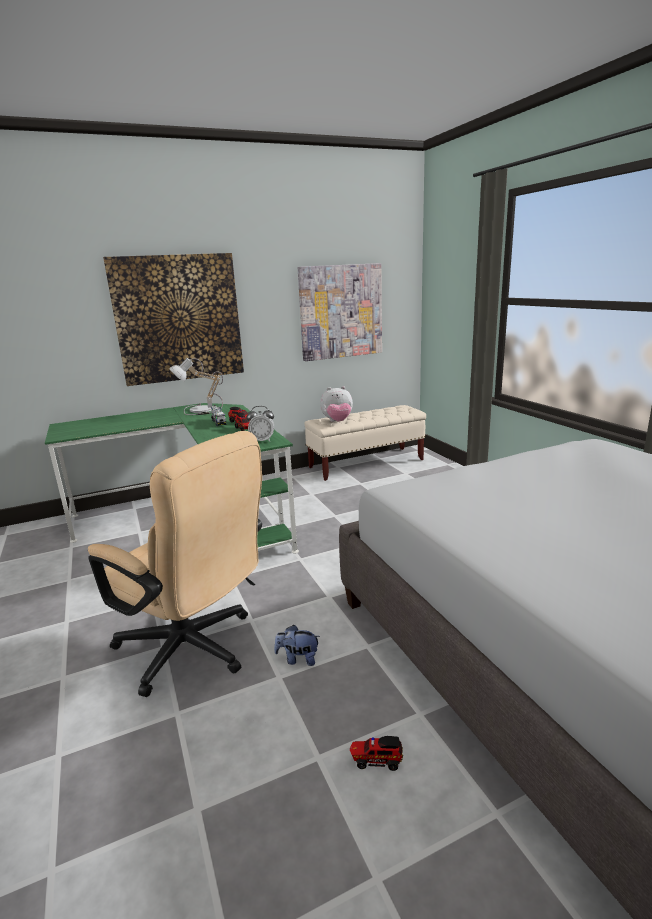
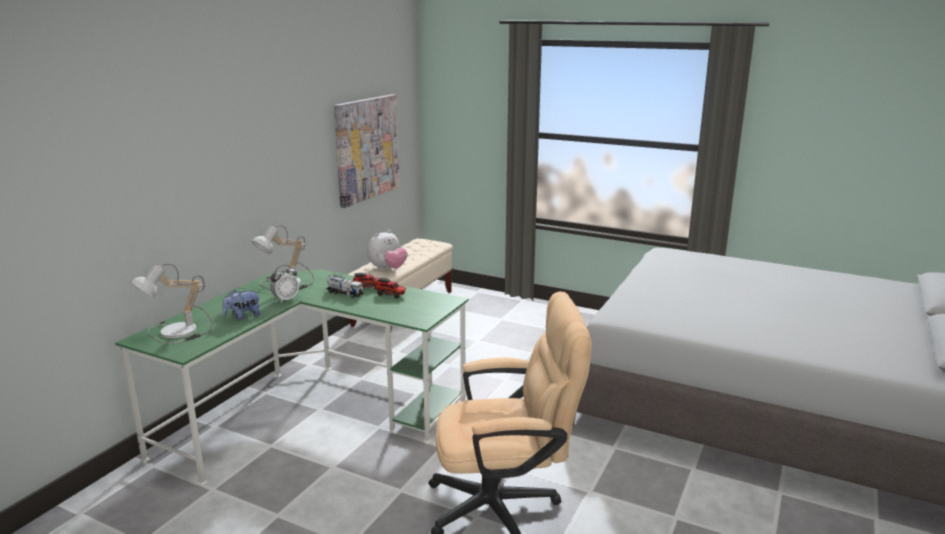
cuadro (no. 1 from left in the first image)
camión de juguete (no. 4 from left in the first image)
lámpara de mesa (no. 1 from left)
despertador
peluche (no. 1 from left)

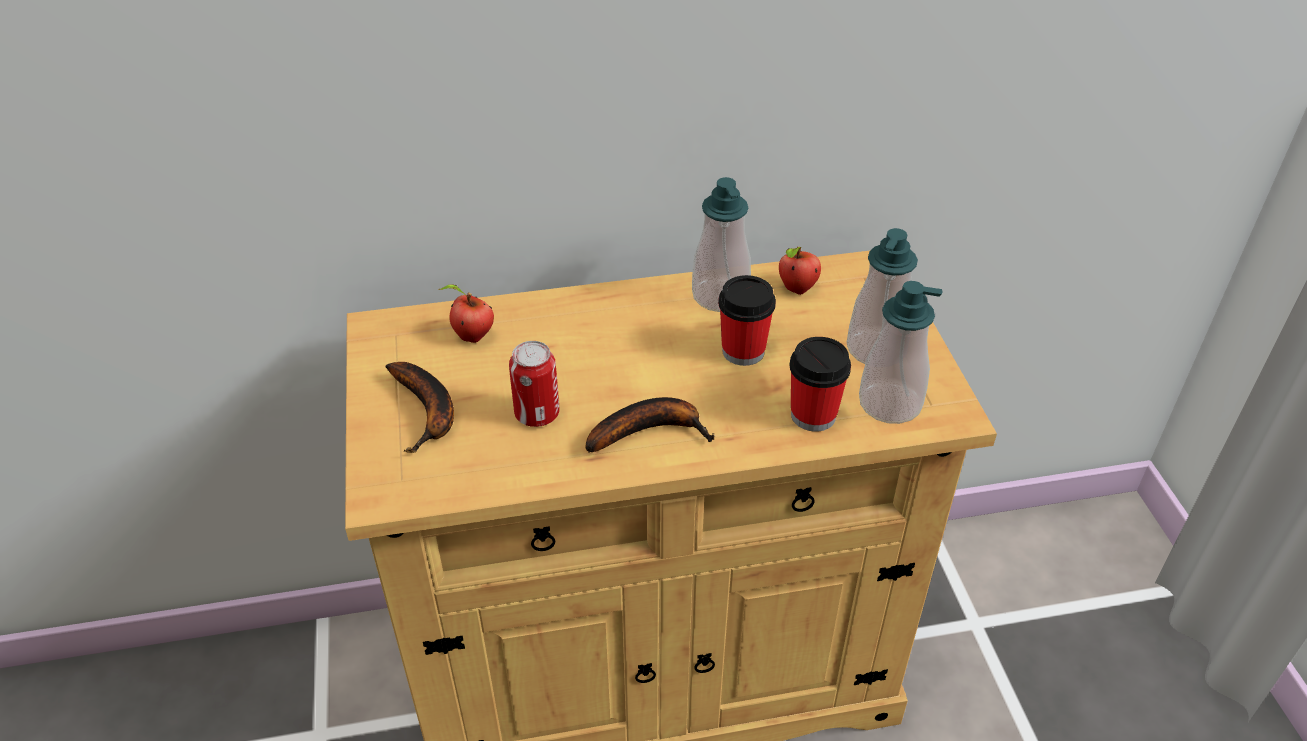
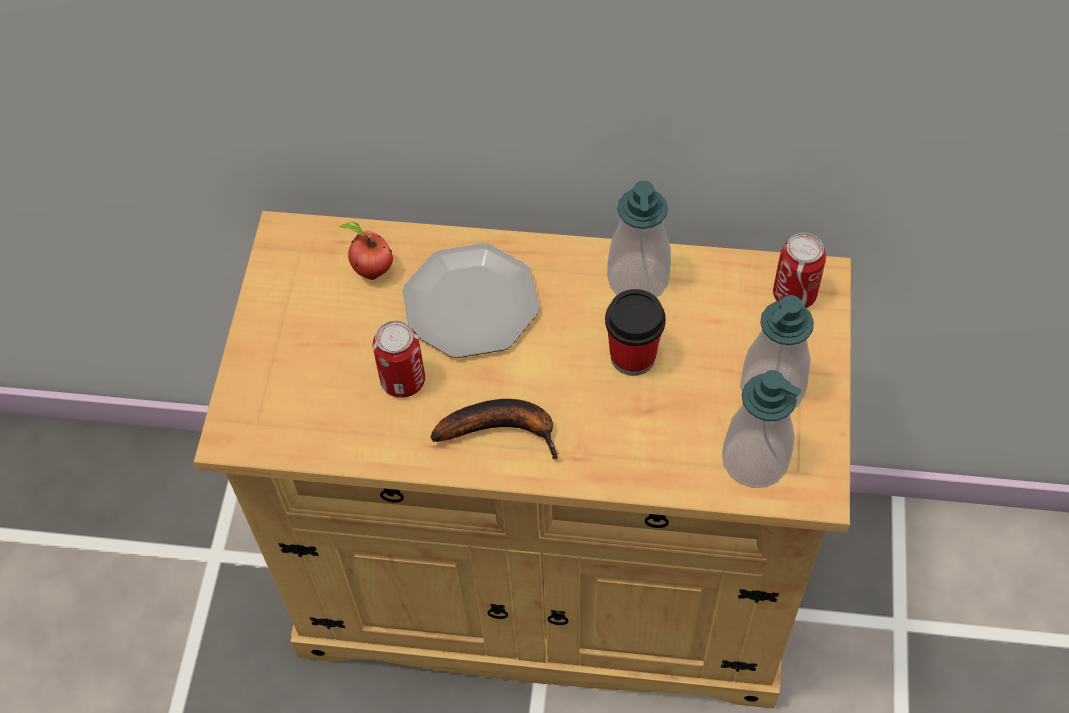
plátano (no. 1 from left in the first image)
manzana (no. 2 from left in the first image)
taza (no. 2 from left in the first image)
plato
lata (no. 2 from left)

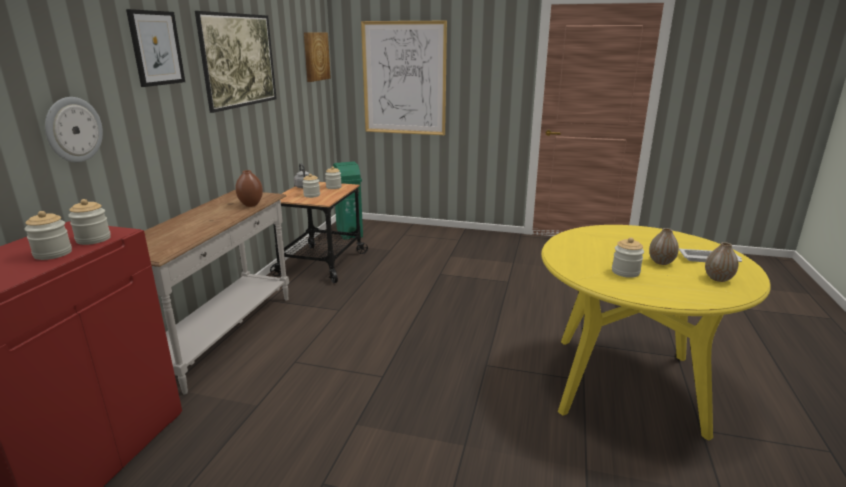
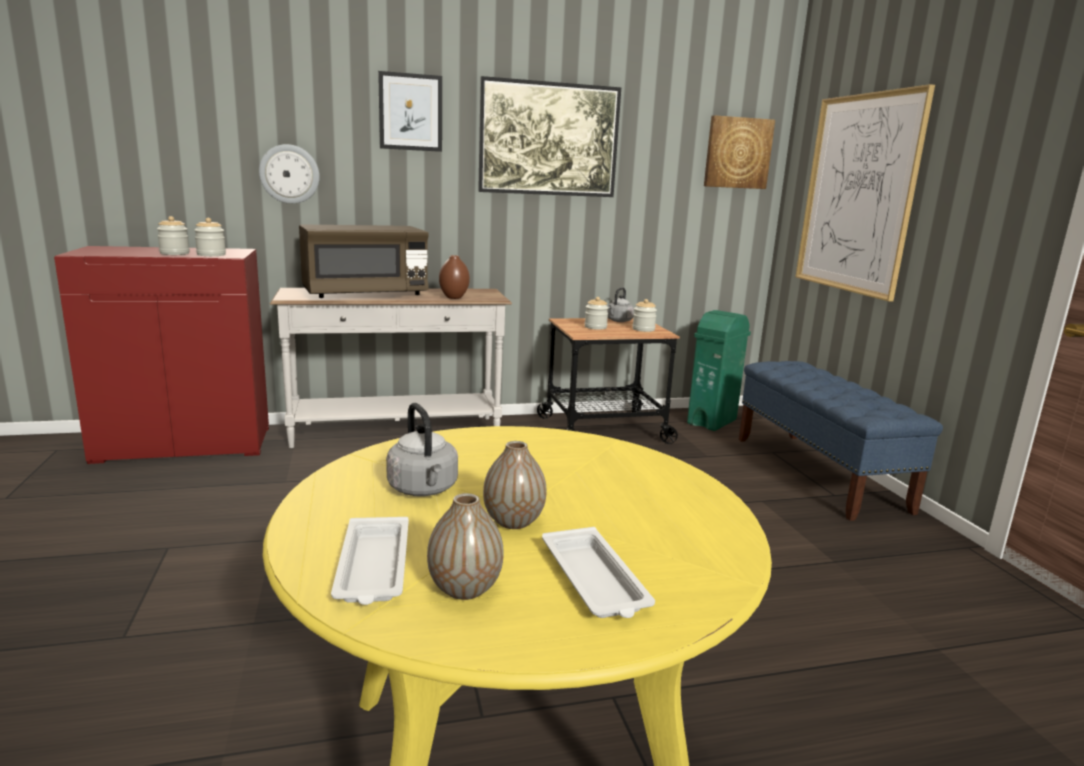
microondas (marrón)
bandeja (blanco) (no. 1 from left)
banco (azul)
hervidor (gris) (no. 1 from left)

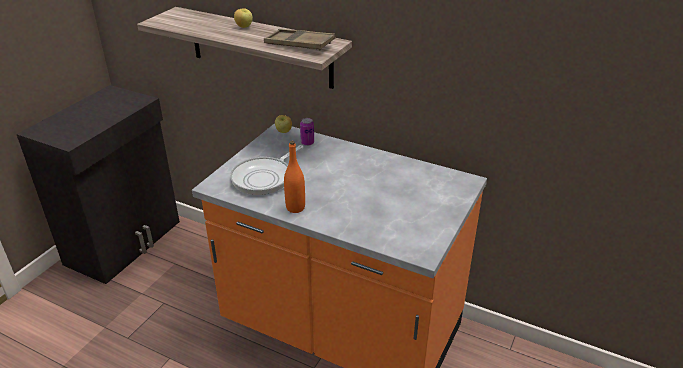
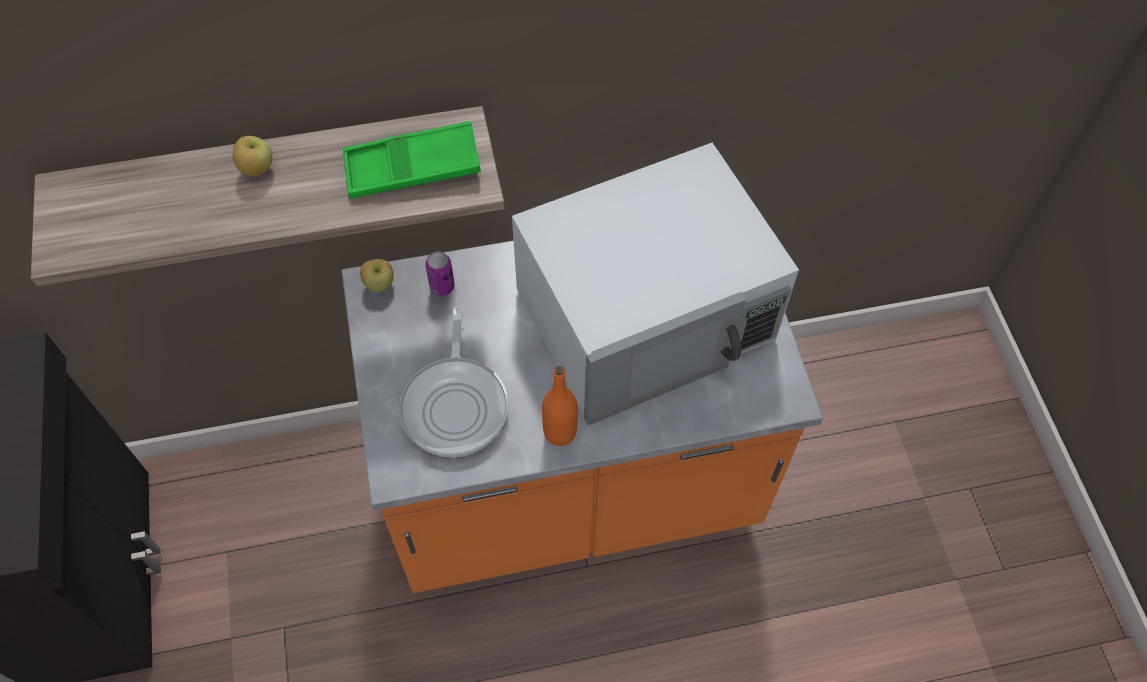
microondas (blanco)
bandeja (verde)

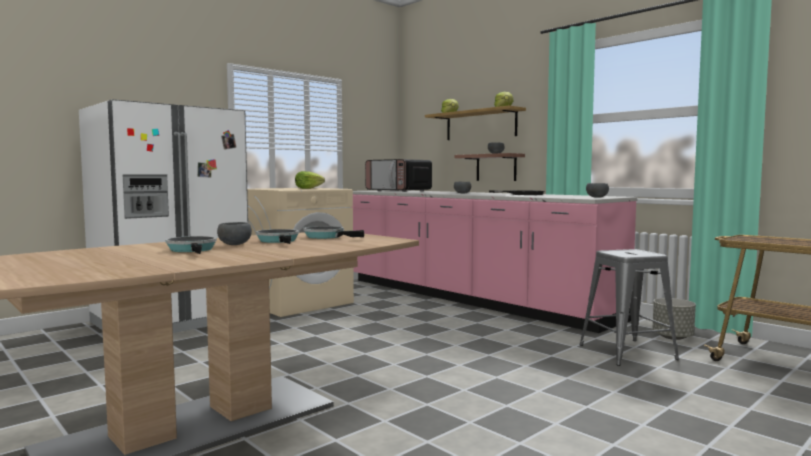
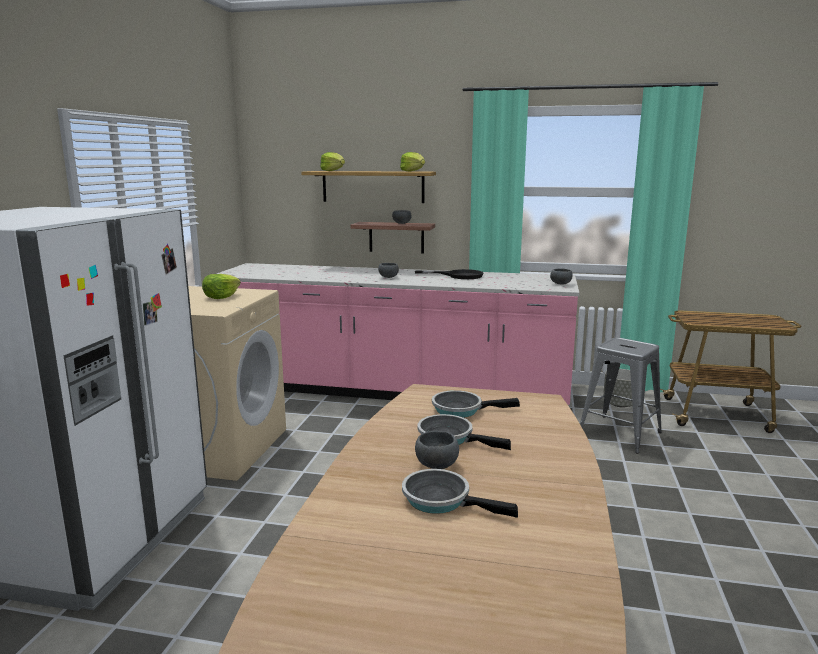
microondas

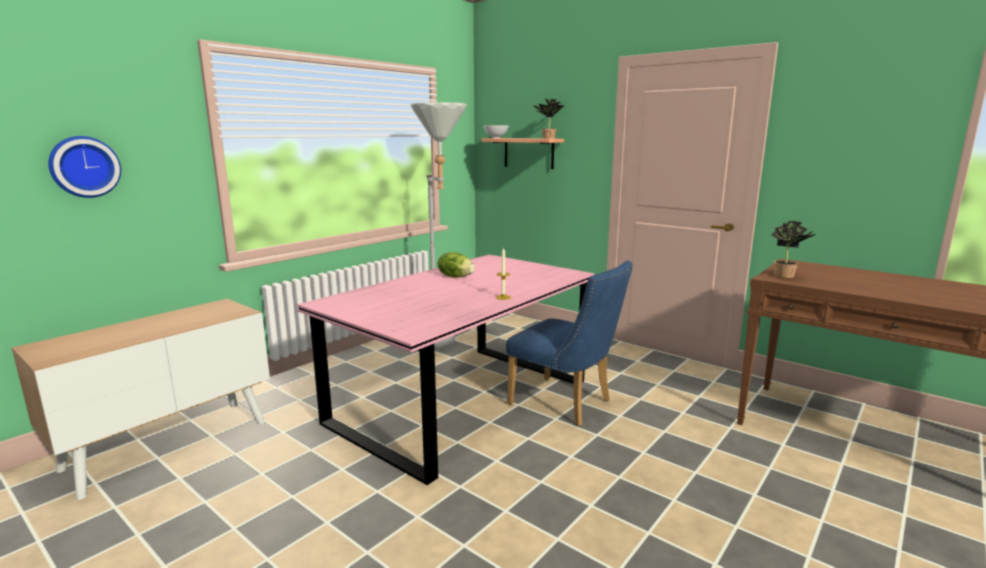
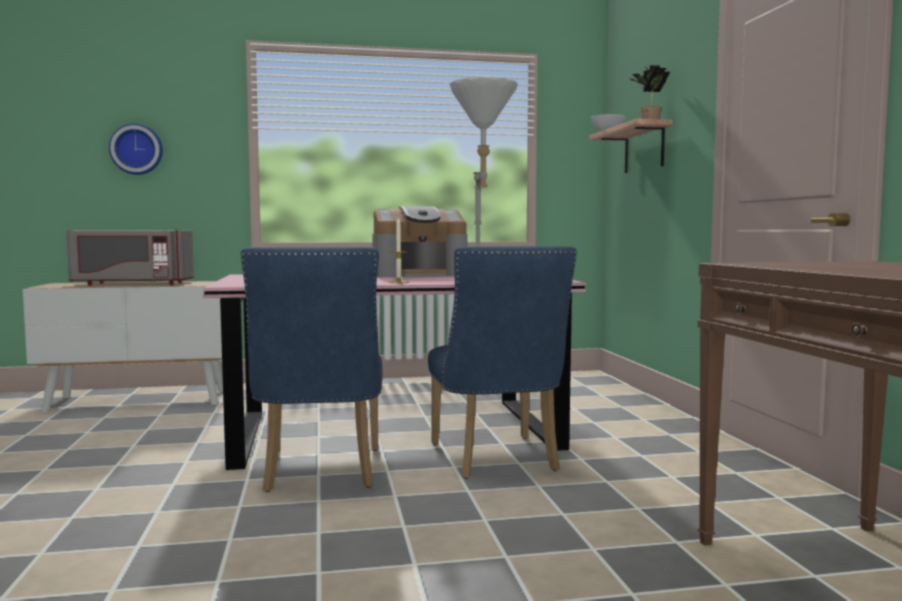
planta en maceta (no. 2 from left in the first image)
microondas (gris)
silla (azul) (no. 1 from left)
cafetera

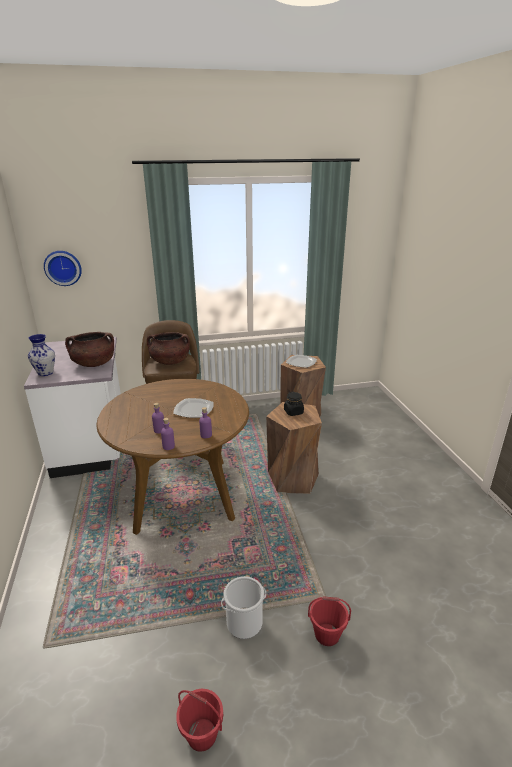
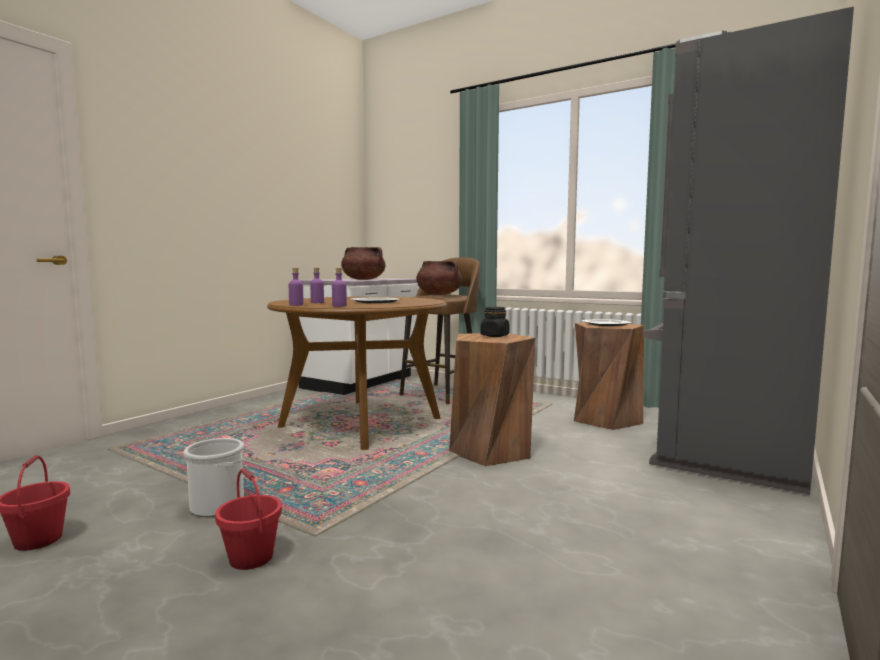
florero
reloj de pared
nevera (gris)

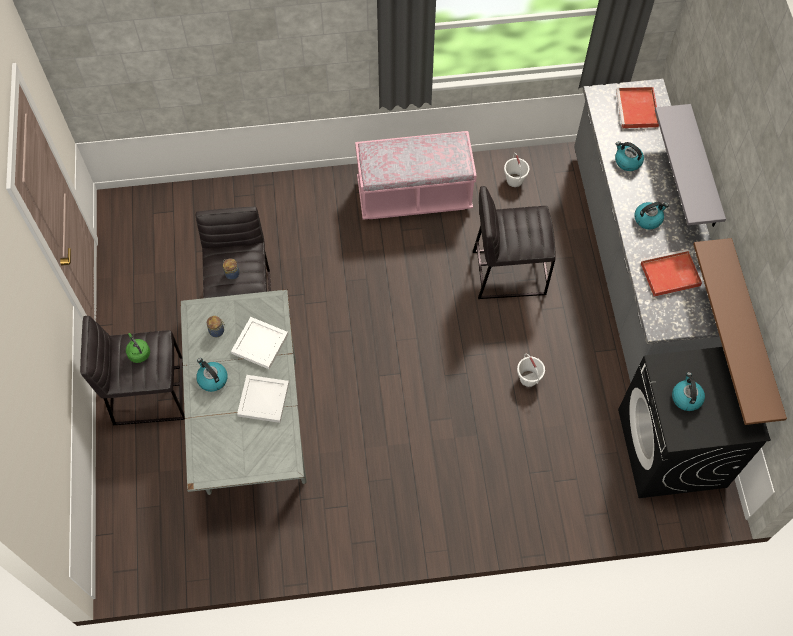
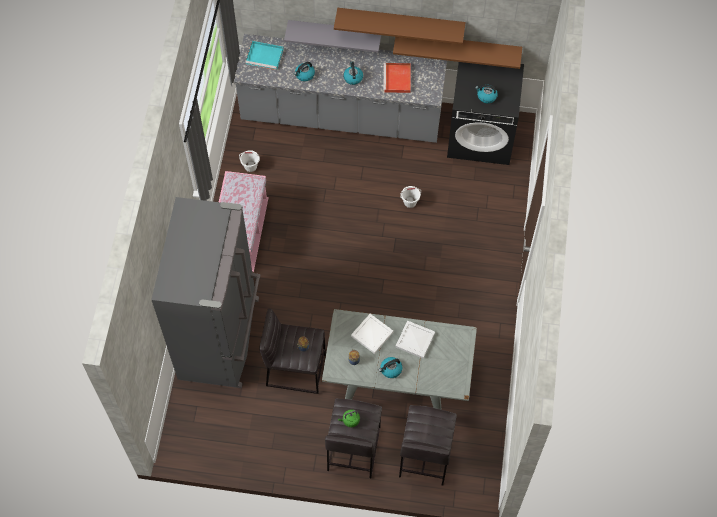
nevera (gris)
estante (marrón) (no. 1 from left)
taburete (gris) (no. 3 from left)
bandeja (turquesa)

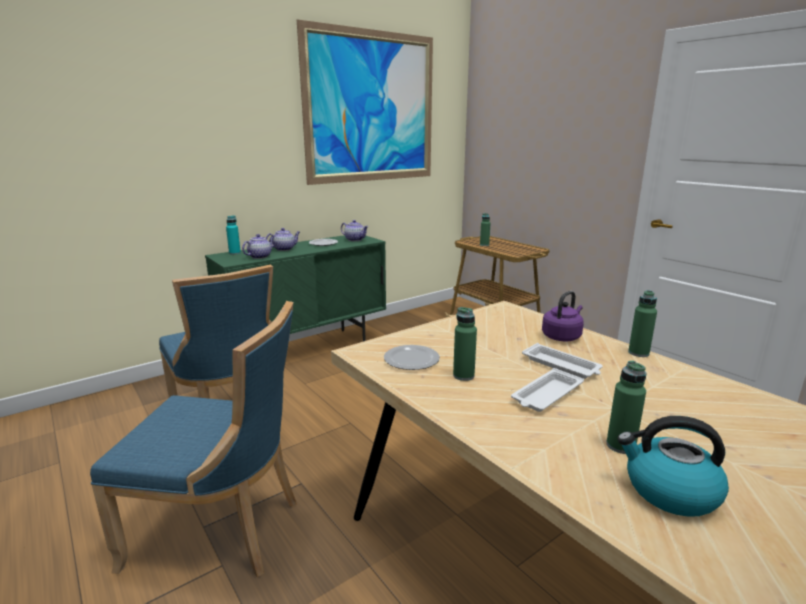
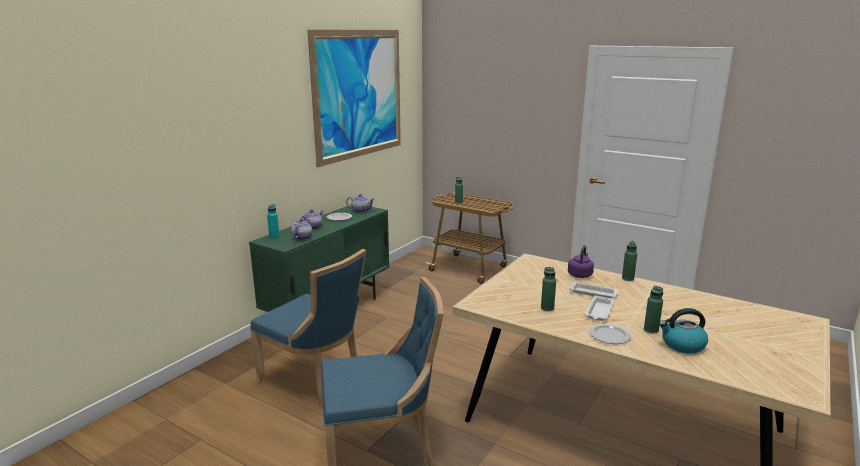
plato (no. 2 from left)

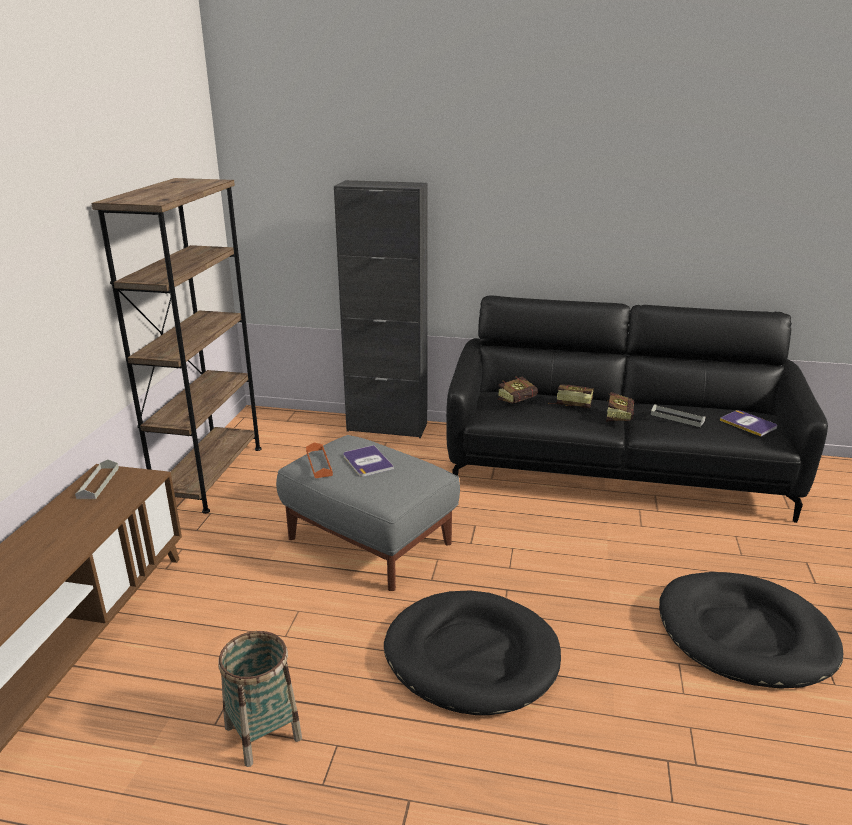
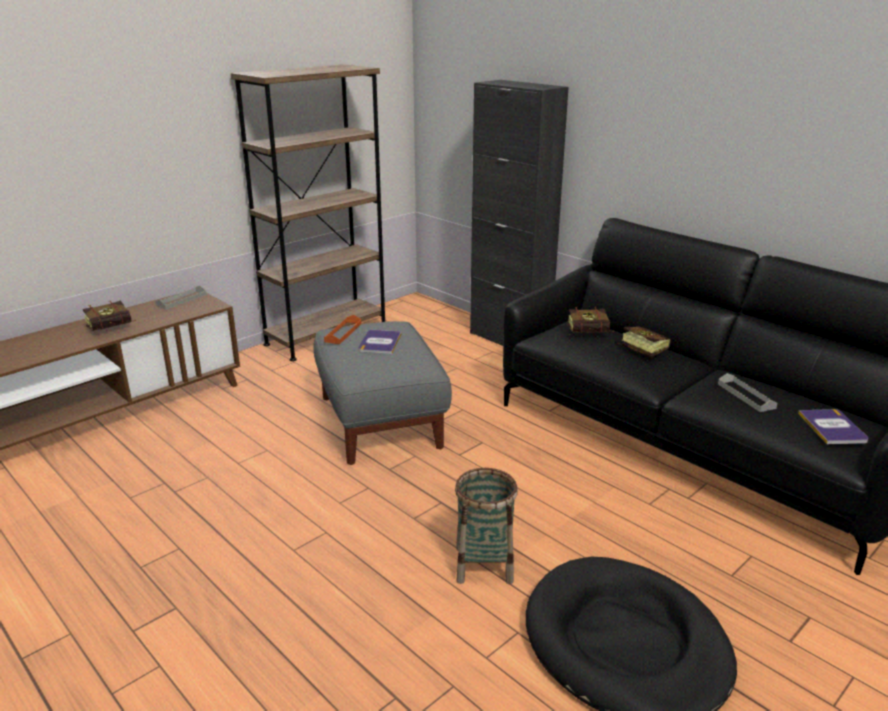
cama para perro (negro) (no. 1 from left in the first image)
cesta
libro (no. 1 from left)

